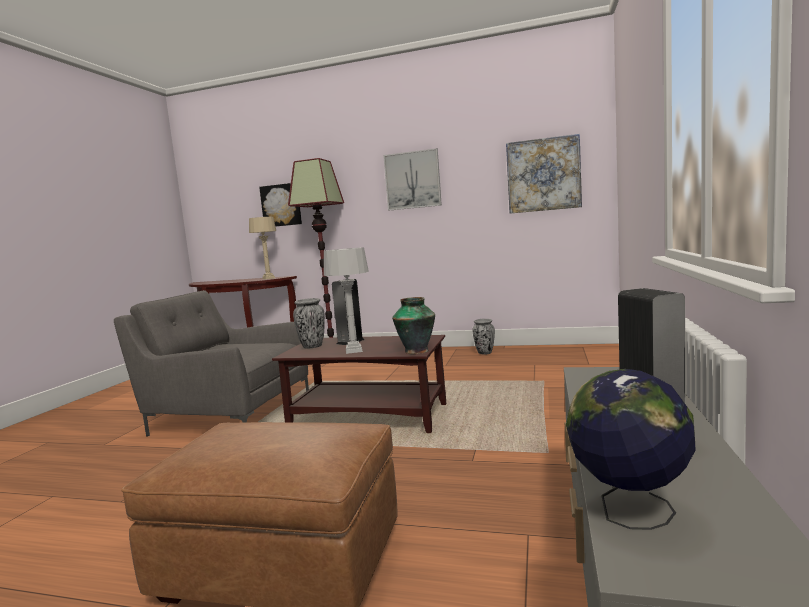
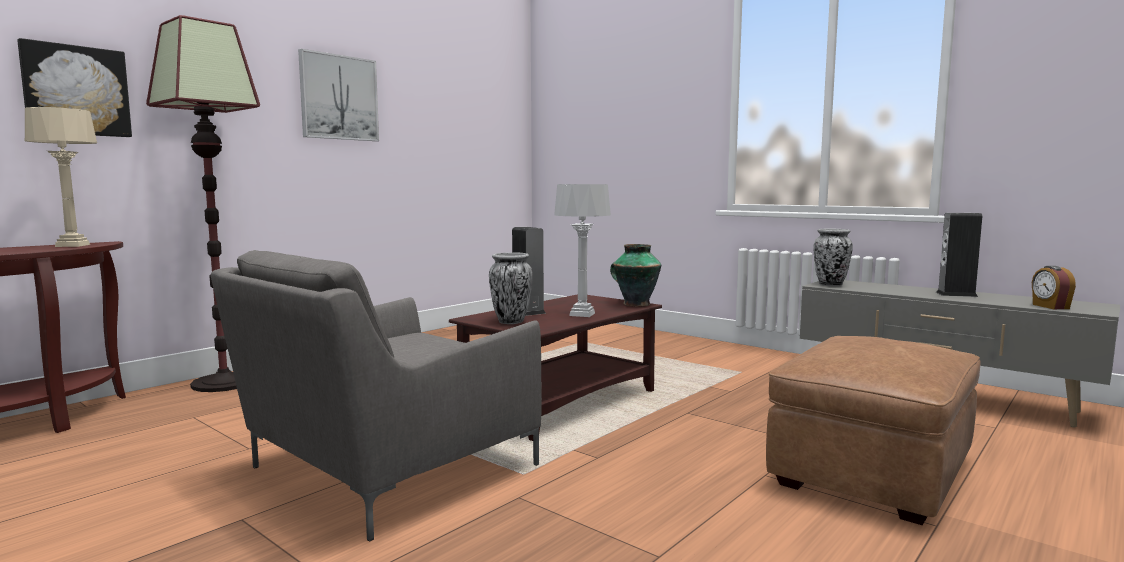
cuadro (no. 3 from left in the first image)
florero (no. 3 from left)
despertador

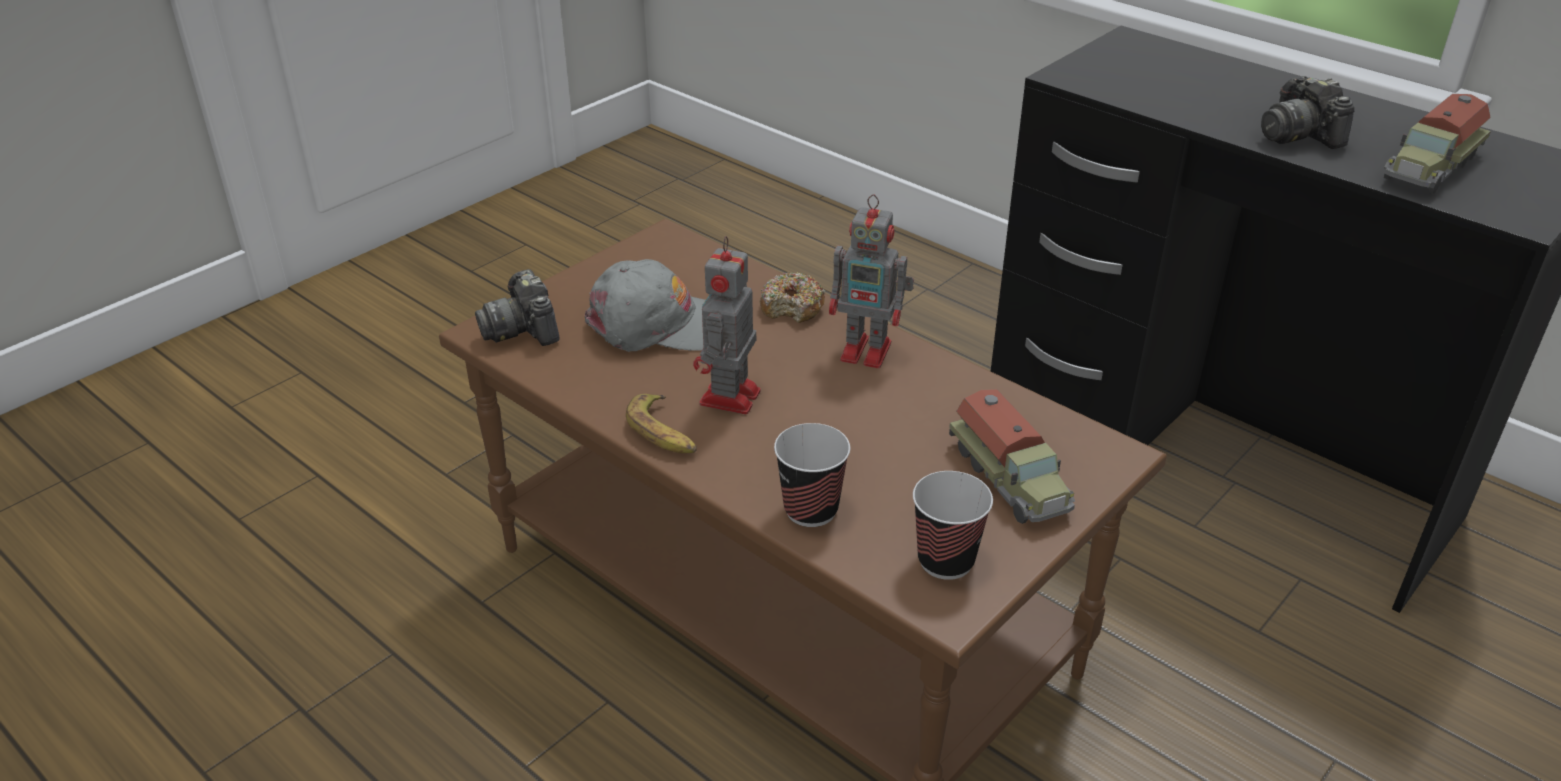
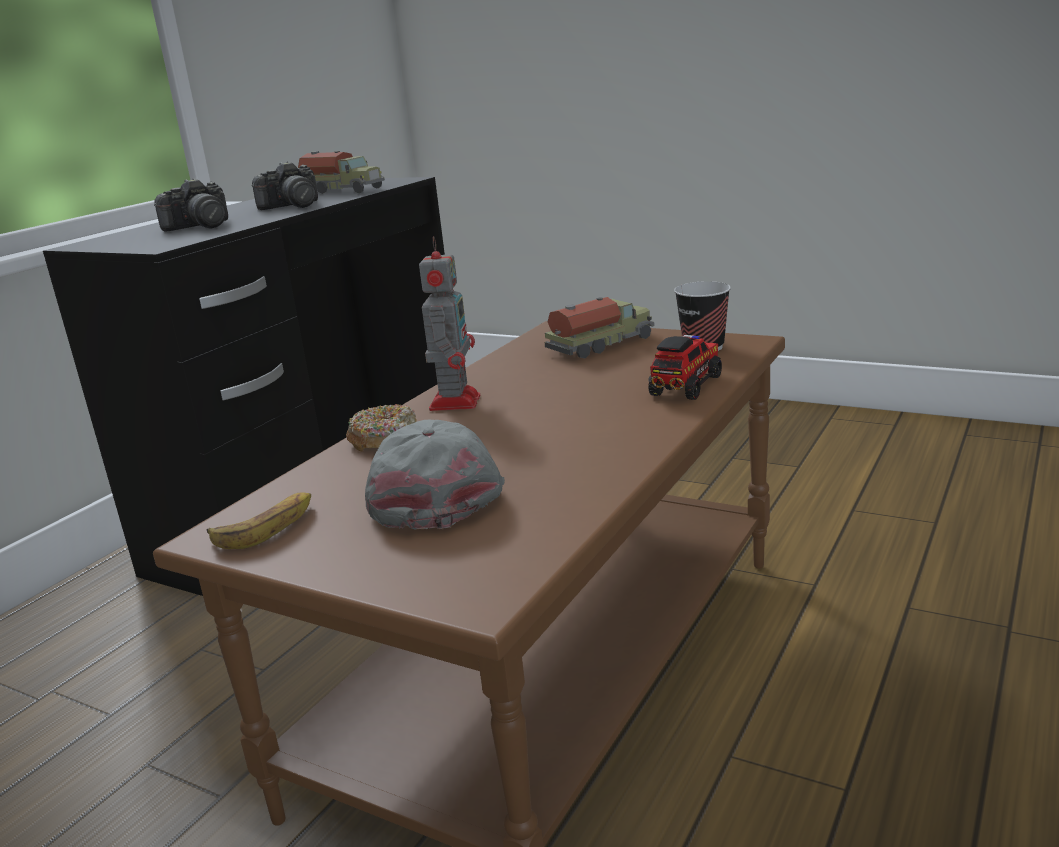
robot de juguete (no. 1 from left in the first image)
cámara (no. 1 from left)
plátano
camión de juguete (no. 3 from left)

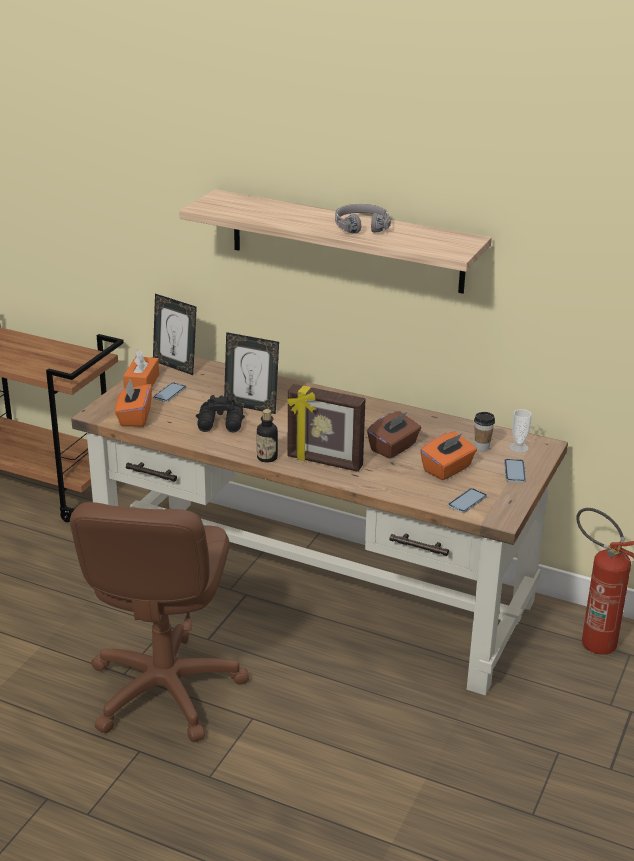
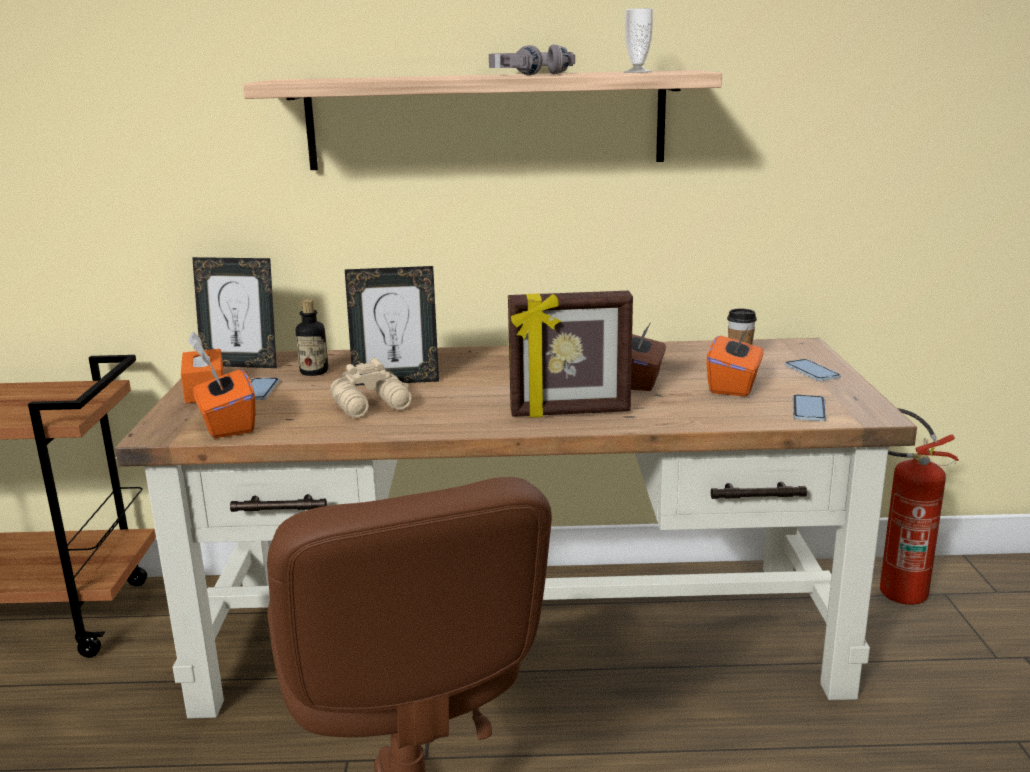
botella
taza (no. 1 from left)
prismáticos (beis)

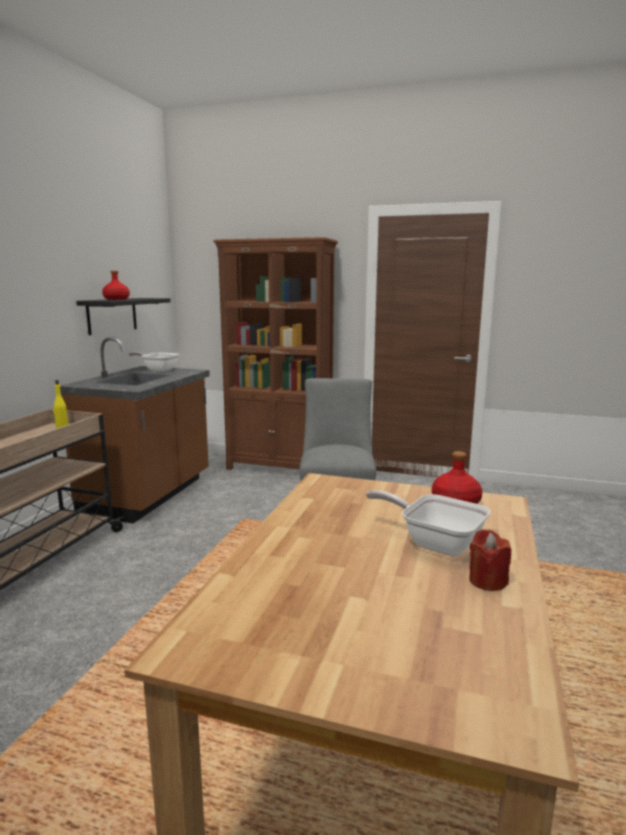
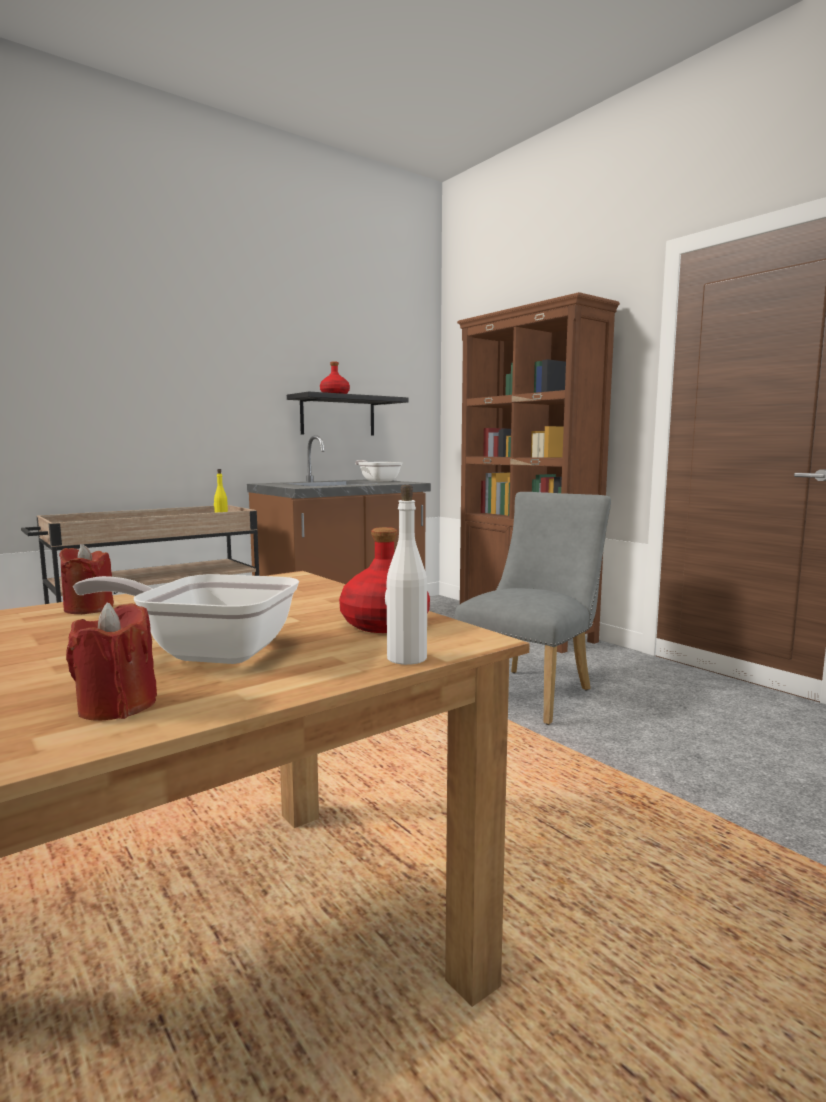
vela (rojo) (no. 1 from left)
botella (blanco)
sartén (no. 1 from left)

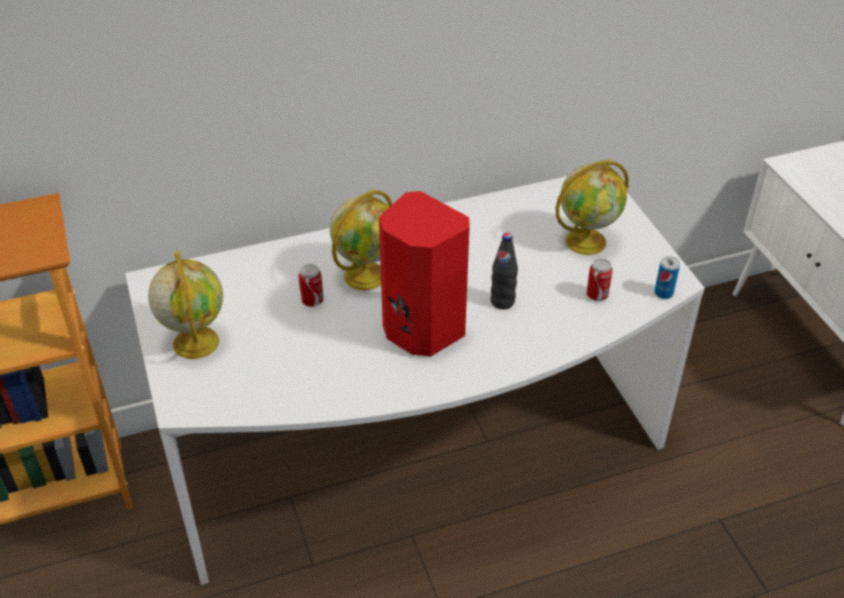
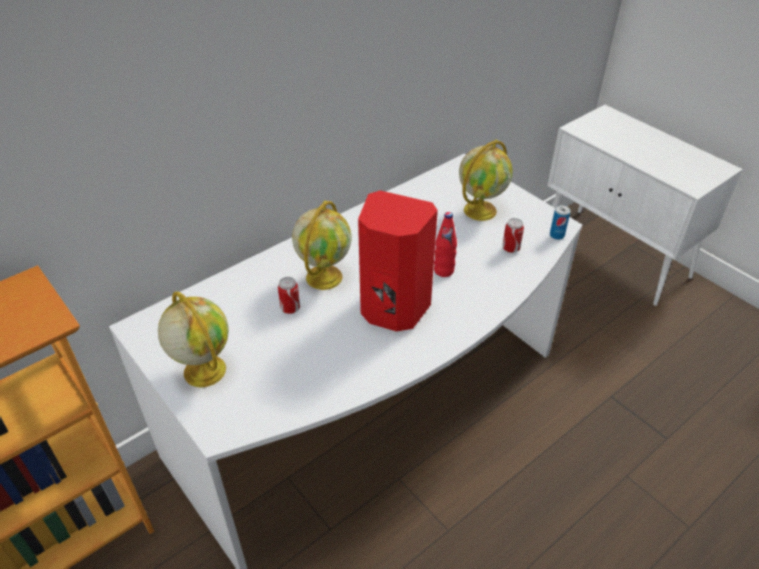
botella (rojo)

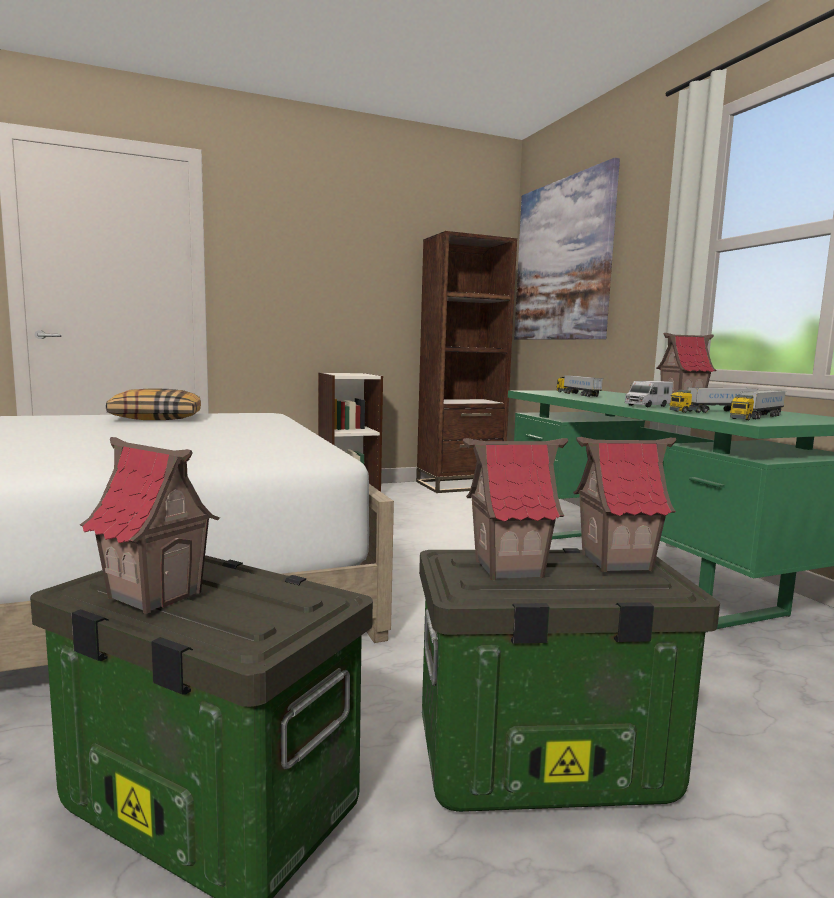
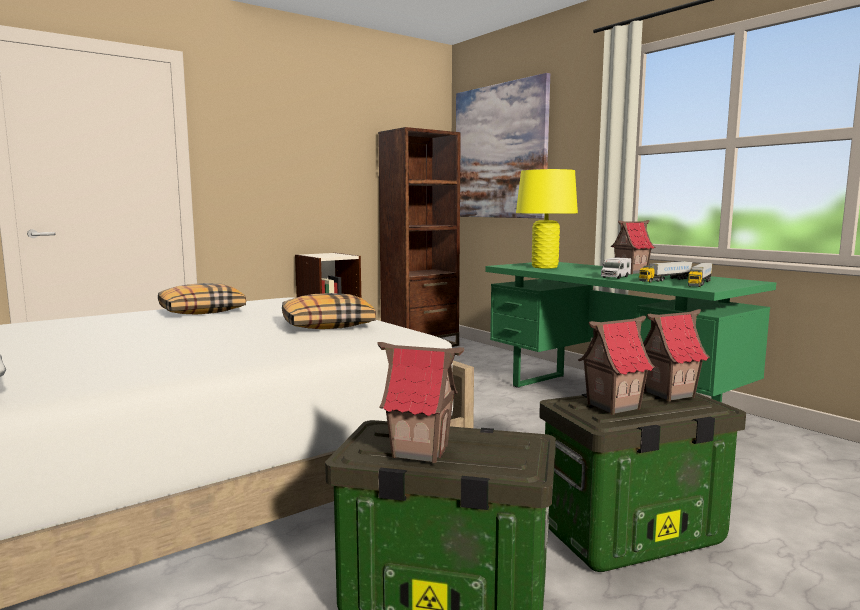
cojín (no. 2 from left)
lámpara de mesa (amarillo)

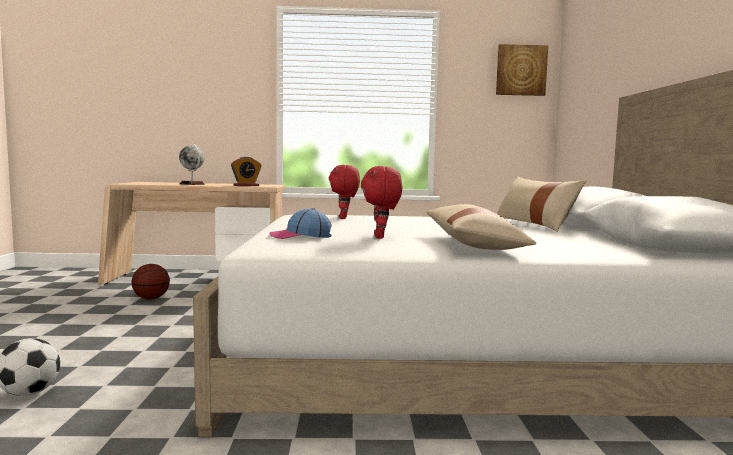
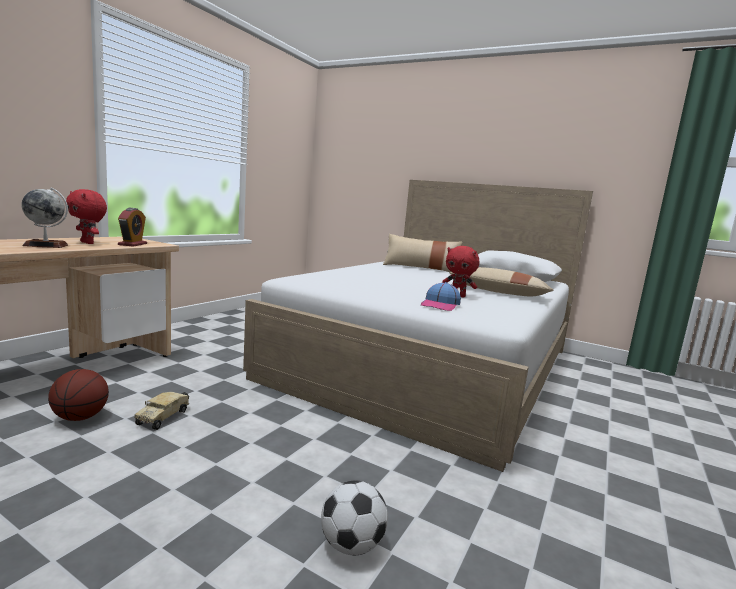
cuadro
camión de juguete
peluche (rojo) (no. 1 from left)

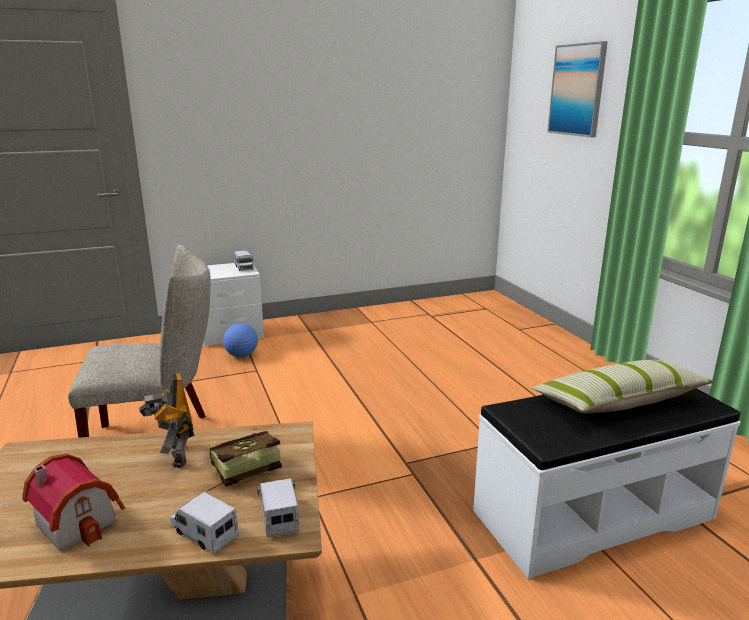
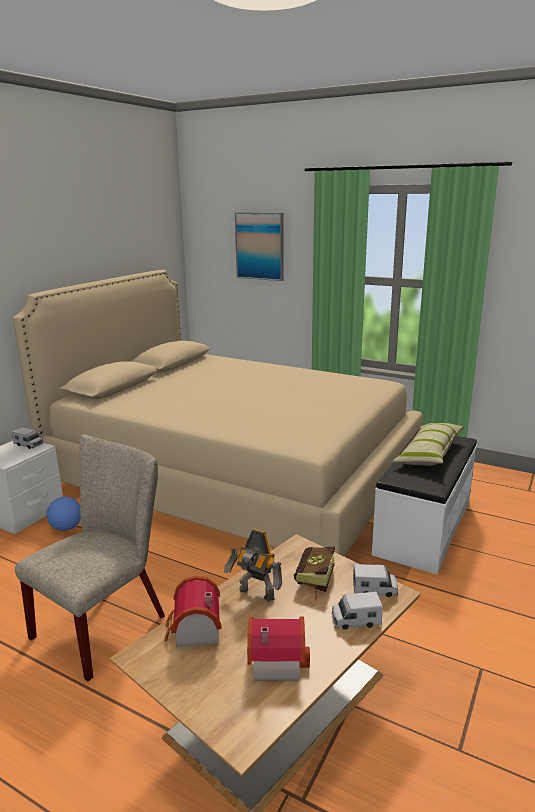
cama (beis)
casita (no. 1 from left)
camión de juguete (no. 3 from left)

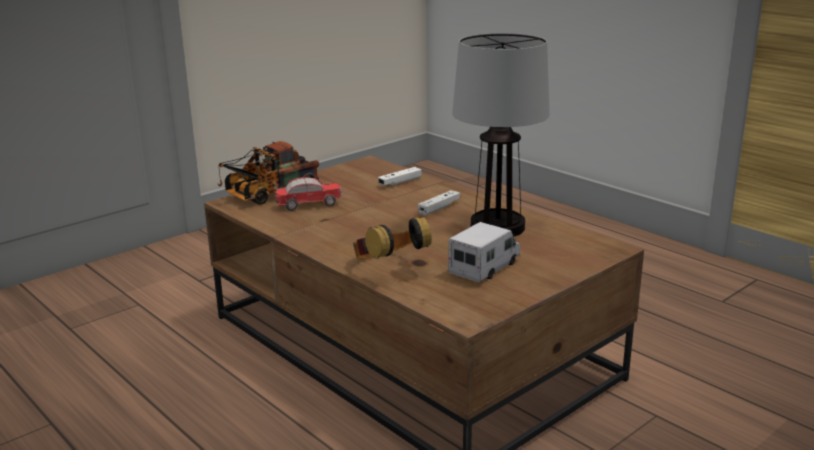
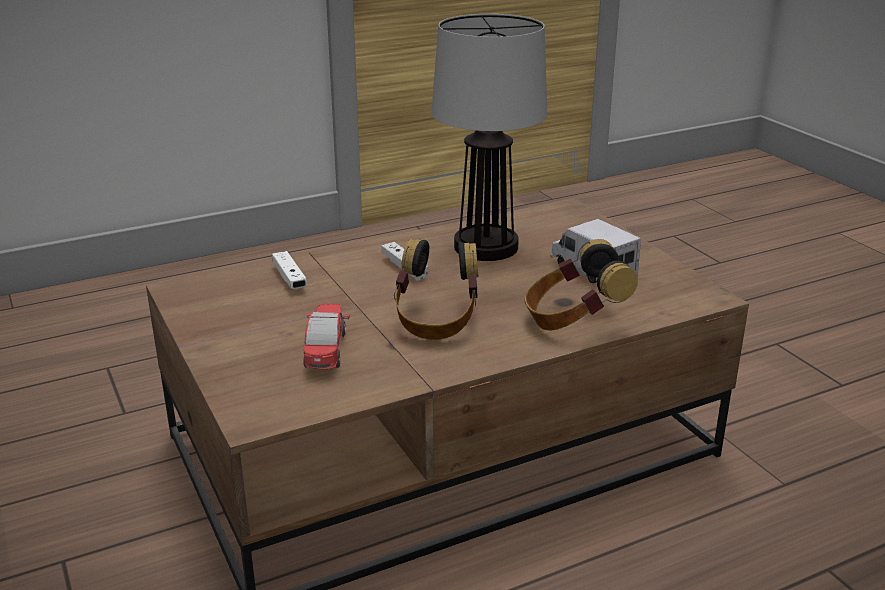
camión de juguete (no. 1 from left in the first image)
auriculares (no. 1 from left)

